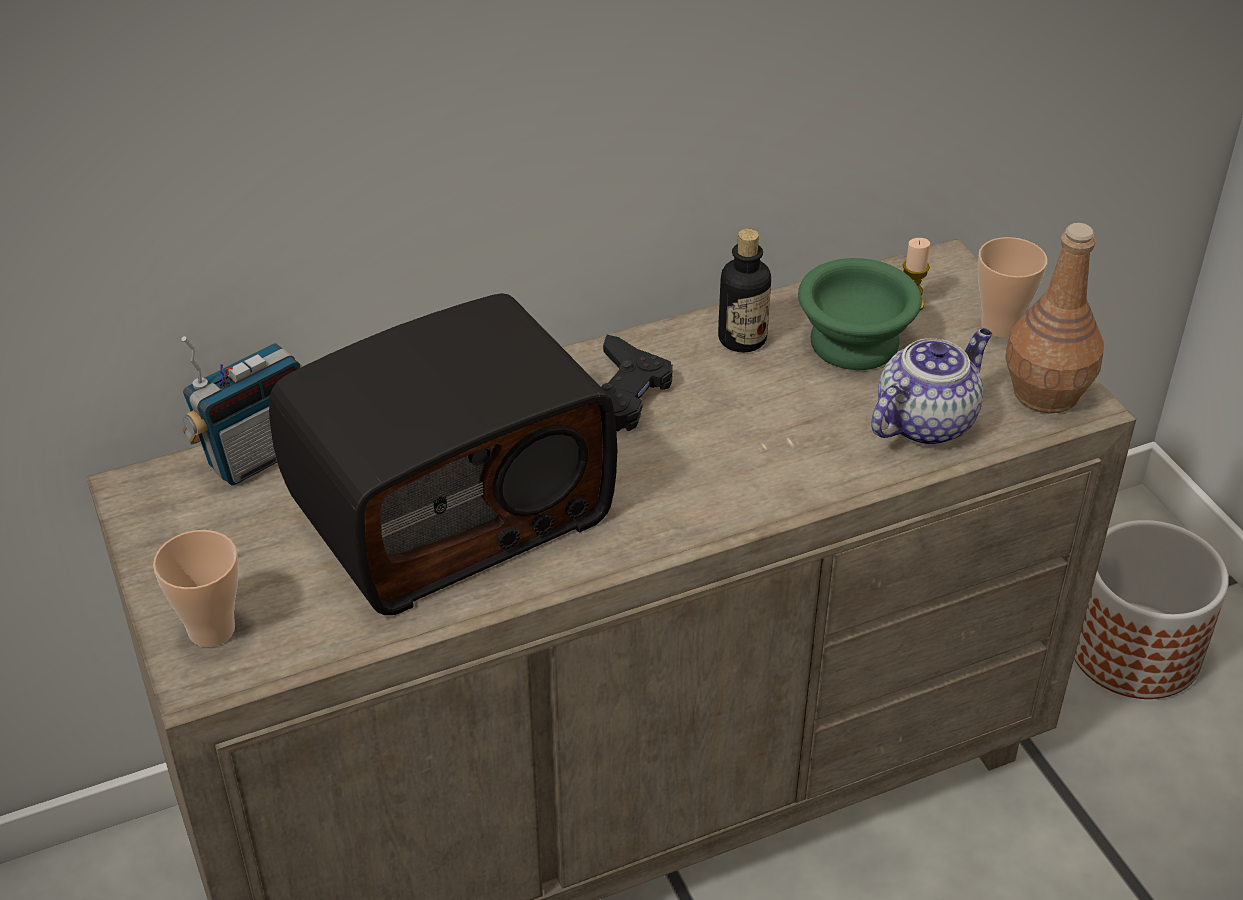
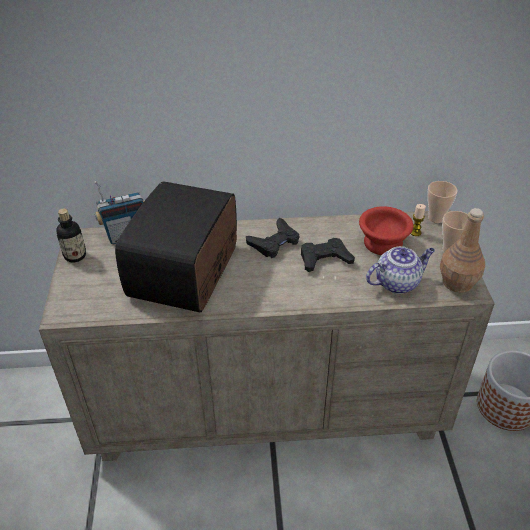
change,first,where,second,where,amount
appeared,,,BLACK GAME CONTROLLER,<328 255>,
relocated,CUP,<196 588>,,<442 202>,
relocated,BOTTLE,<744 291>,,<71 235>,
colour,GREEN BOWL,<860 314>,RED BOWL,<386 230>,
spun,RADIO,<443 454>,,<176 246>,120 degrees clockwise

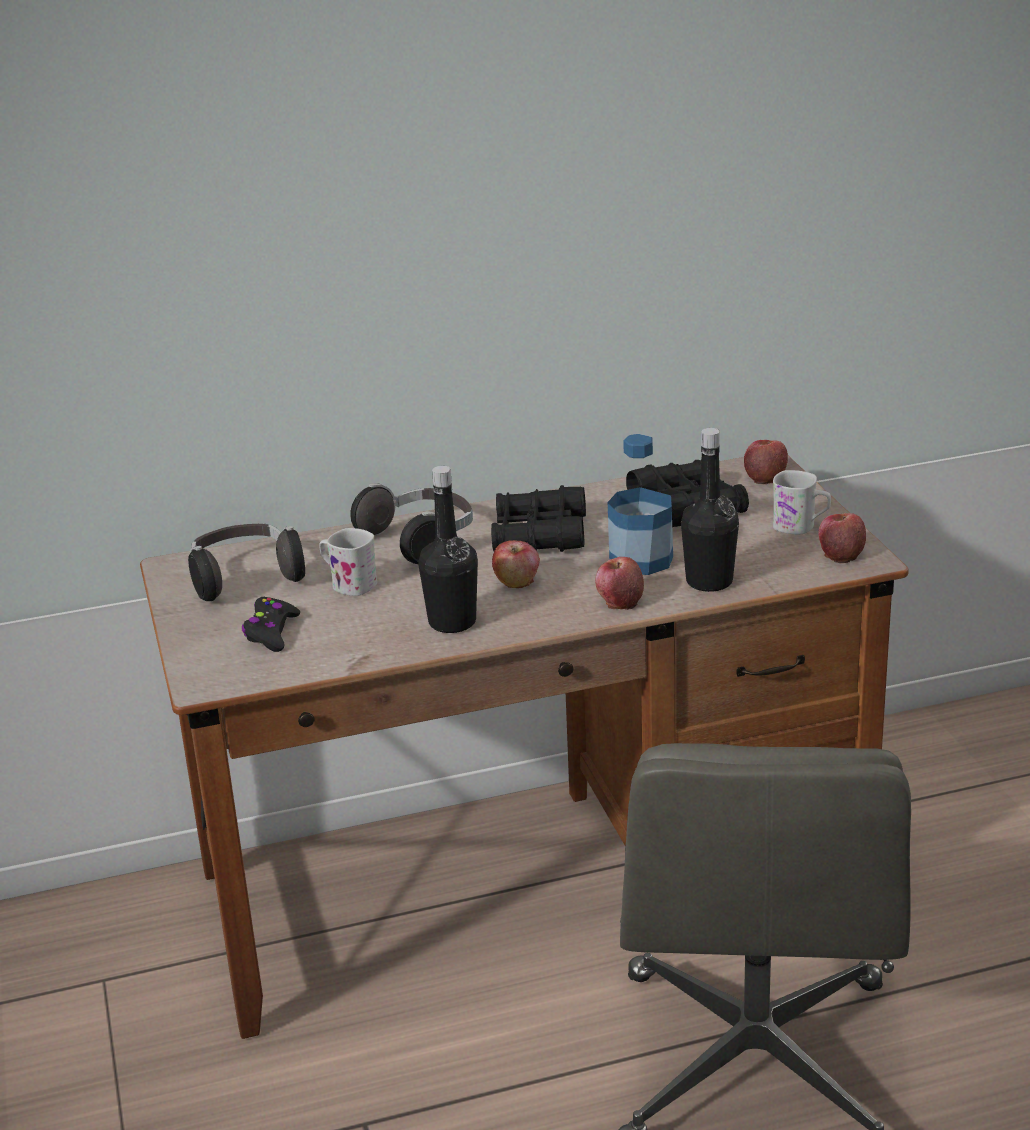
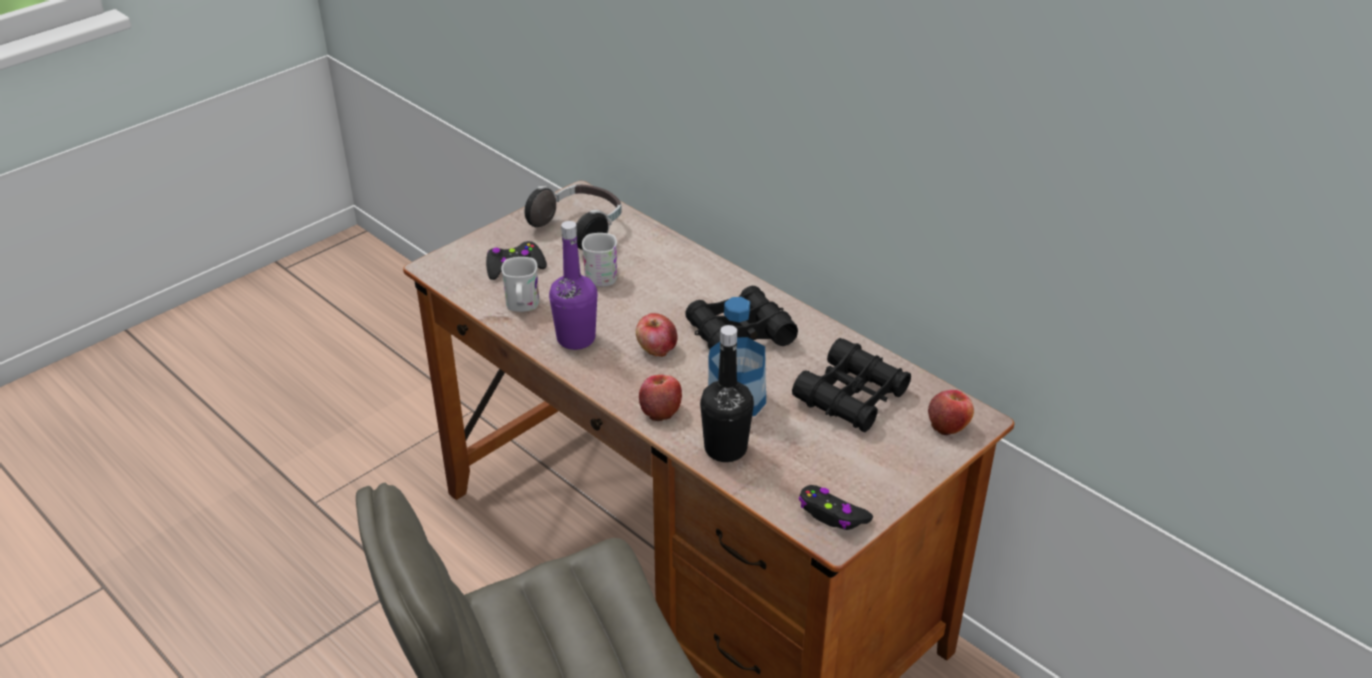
change,first,where,second,where,amount
missing,HEADPHONES,<411 523>,,,
relocated,WHITE MUG,<802 502>,,<520 284>,
exchanged,APPLE,<842 538>,BLACK GAME CONTROLLER,<836 507>,
colour,BLACK BOTTLE,<448 549>,PURPLE BOTTLE,<573 285>,

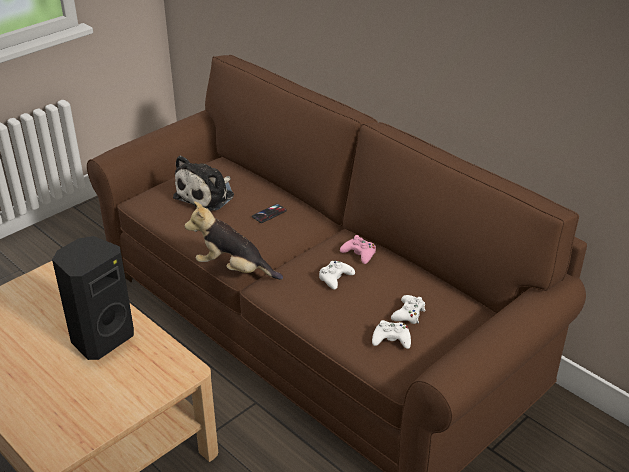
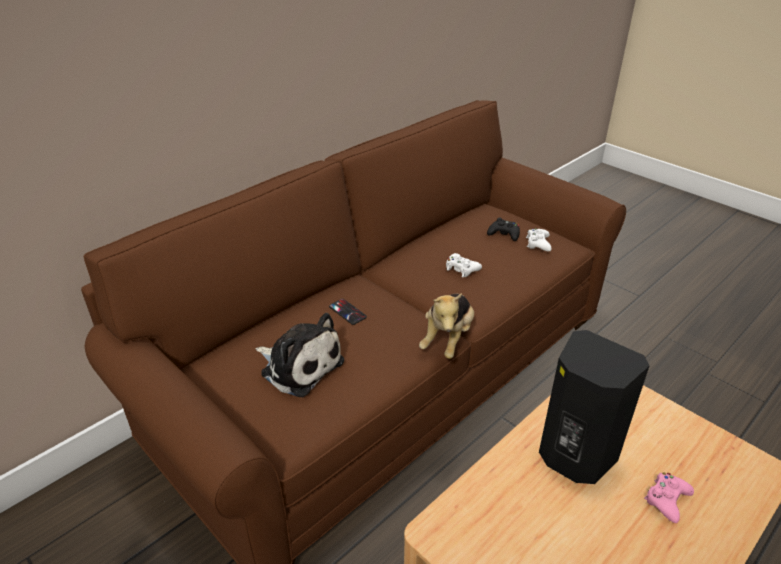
change,first,where,second,where,amount
relocated,PINK GAME CONTROLLER,<358 249>,,<669 497>,
colour,WHITE GAME CONTROLLER,<408 309>,BLACK GAME CONTROLLER,<503 229>,

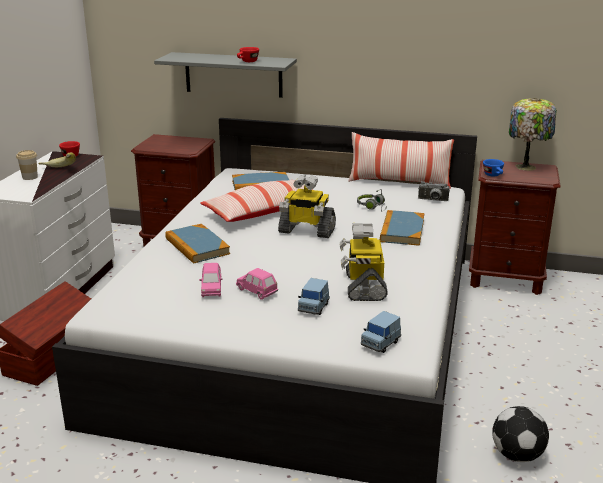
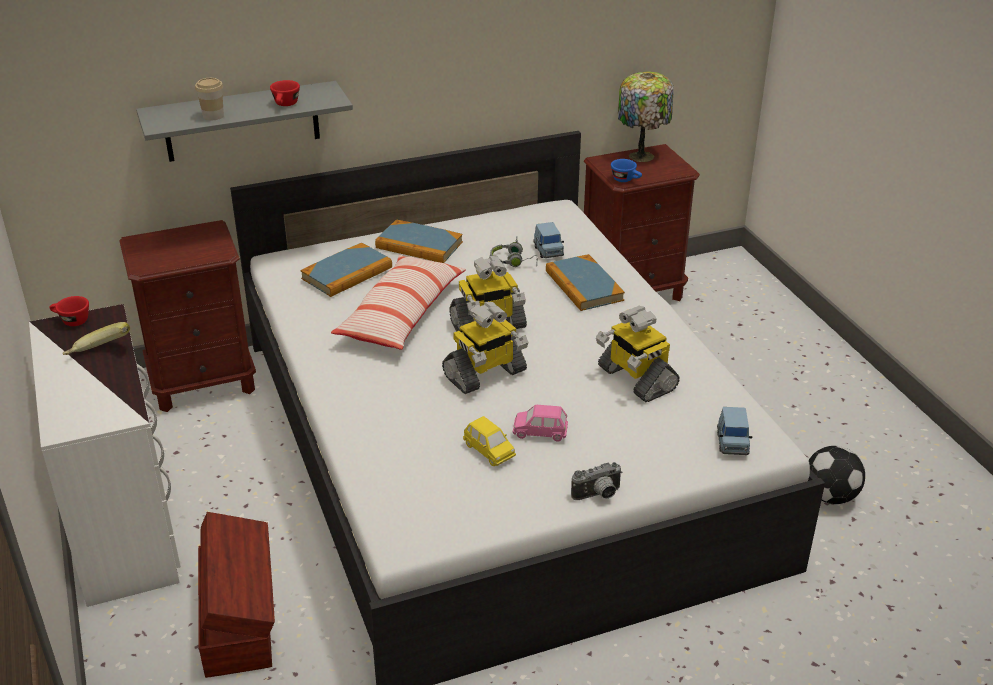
change,first,where,second,where,amount
missing,PILLOW,<401 160>,,,
appeared,,,TOY ROBOT,<485 348>,
relocated,CUP,<27 165>,,<209 99>,
relocated,BOOK,<197 244>,,<419 241>,
relocated,BLUE TOY CAR,<314 296>,,<548 240>,
relocated,PHOTO CAMERA,<434 191>,,<597 481>,
colour,PINK TOY CAR,<211 280>,YELLOW TOY CAR,<489 441>,

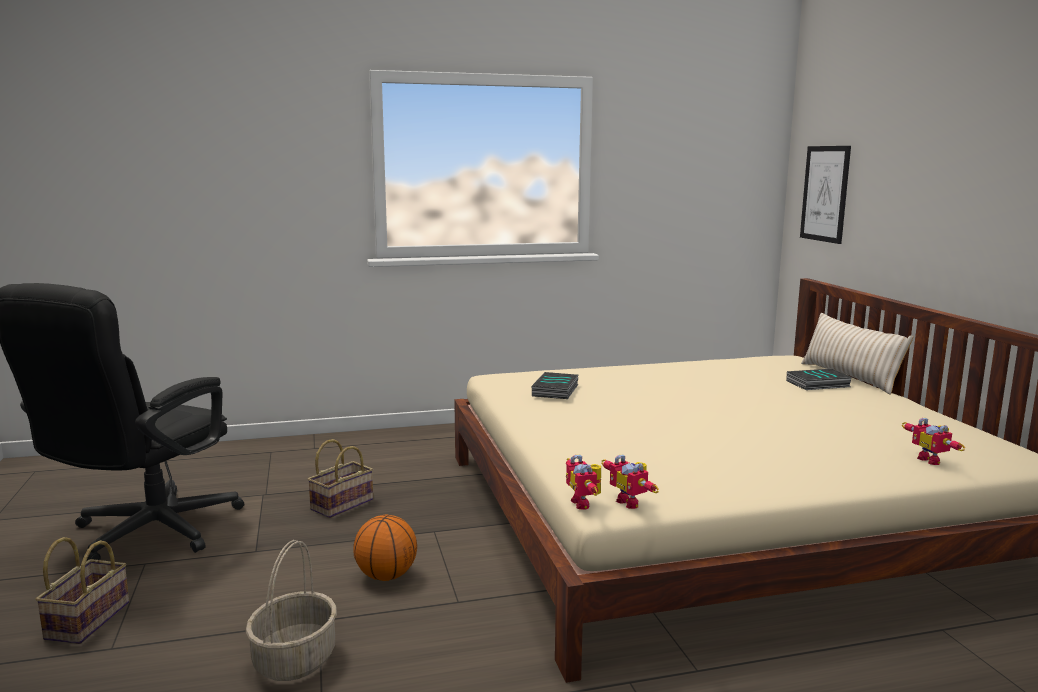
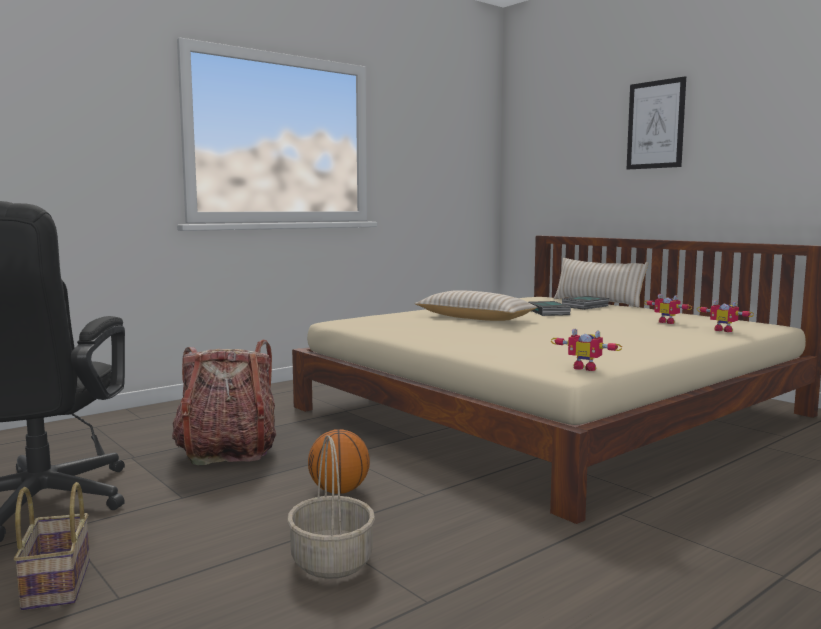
change,first,where,second,where,amount
appeared,,,BEIGE PILLOW,<476 305>,
relocated,BOOK,<555 385>,,<549 308>,
relocated,TOY ROBOT,<583 482>,,<668 309>,
relocated,PICTURE,<825 195>,,<656 123>,
exchanged,BASKET,<340 478>,BACKPACK,<224 402>,

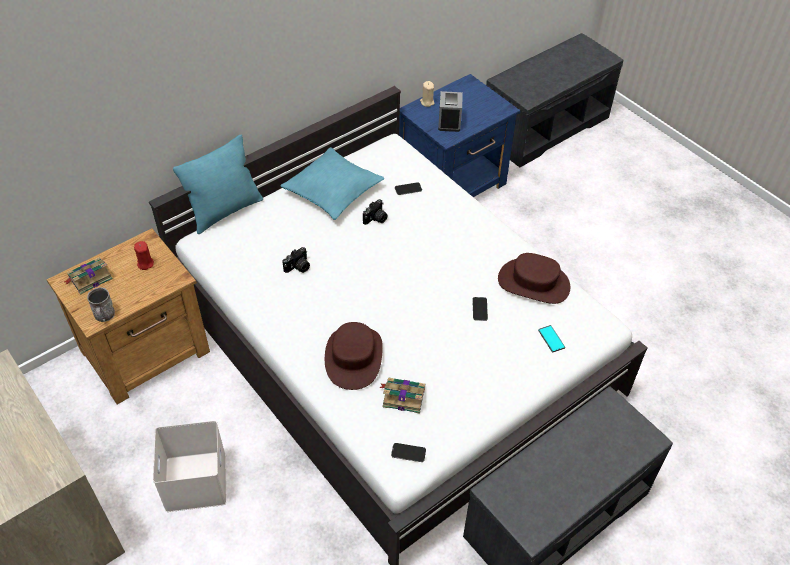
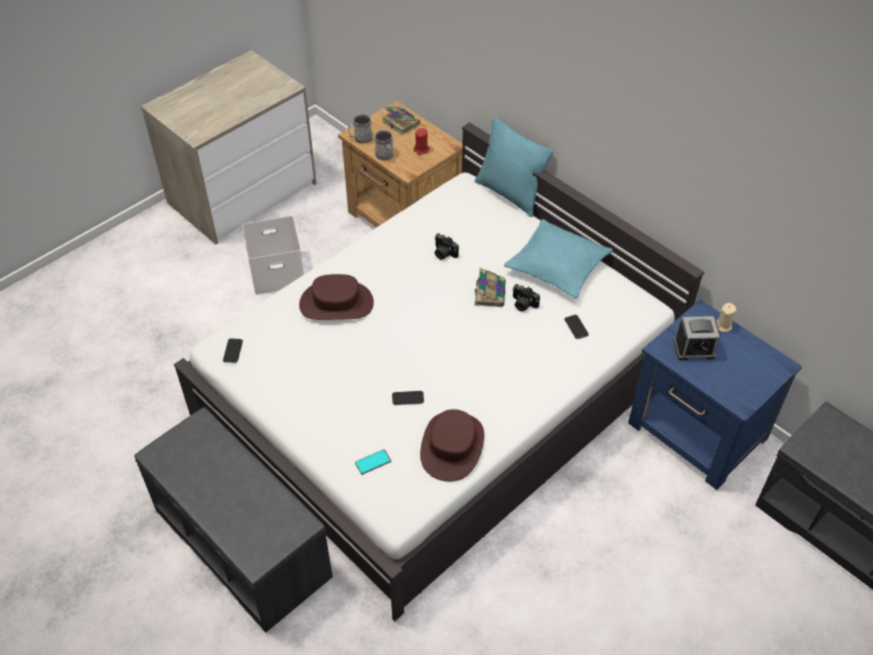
change,first,where,second,where,amount
appeared,,,GREY MUG,<383 145>,
relocated,BOOK,<402 395>,,<490 287>,

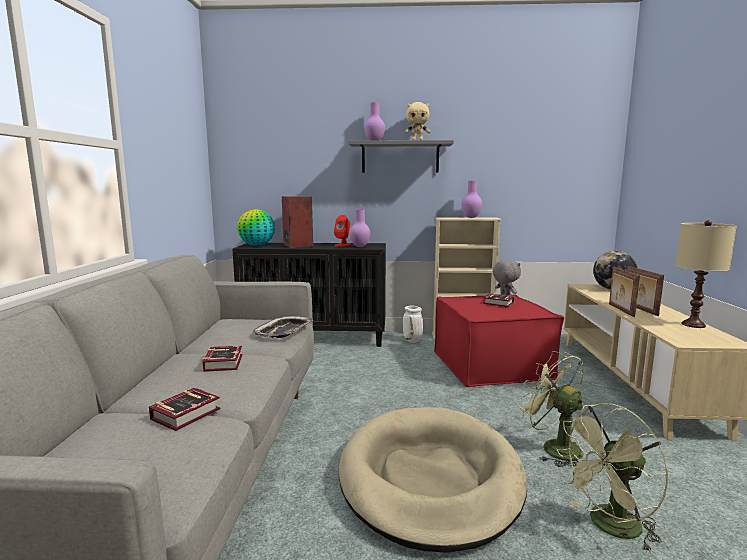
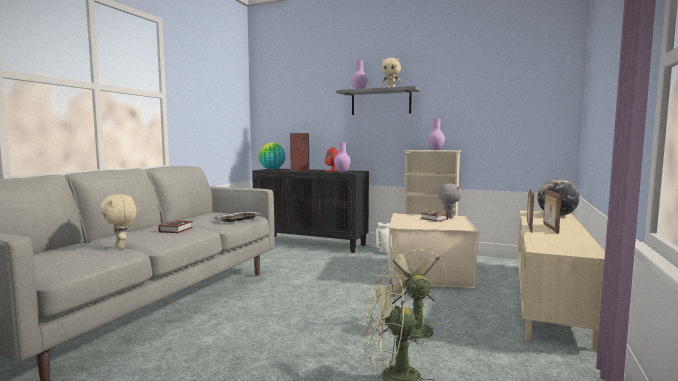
change,first,where,second,where,amount
missing,BEIGE DOG BED,<433 480>,,,
missing,BEIGE TABLE LAMP,<706 274>,,,
exchanged,BOOK,<185 409>,BEIGE PLUSH TOY,<118 221>,
colour,RED OTTOMAN,<499 340>,BEIGE OTTOMAN,<433 251>,

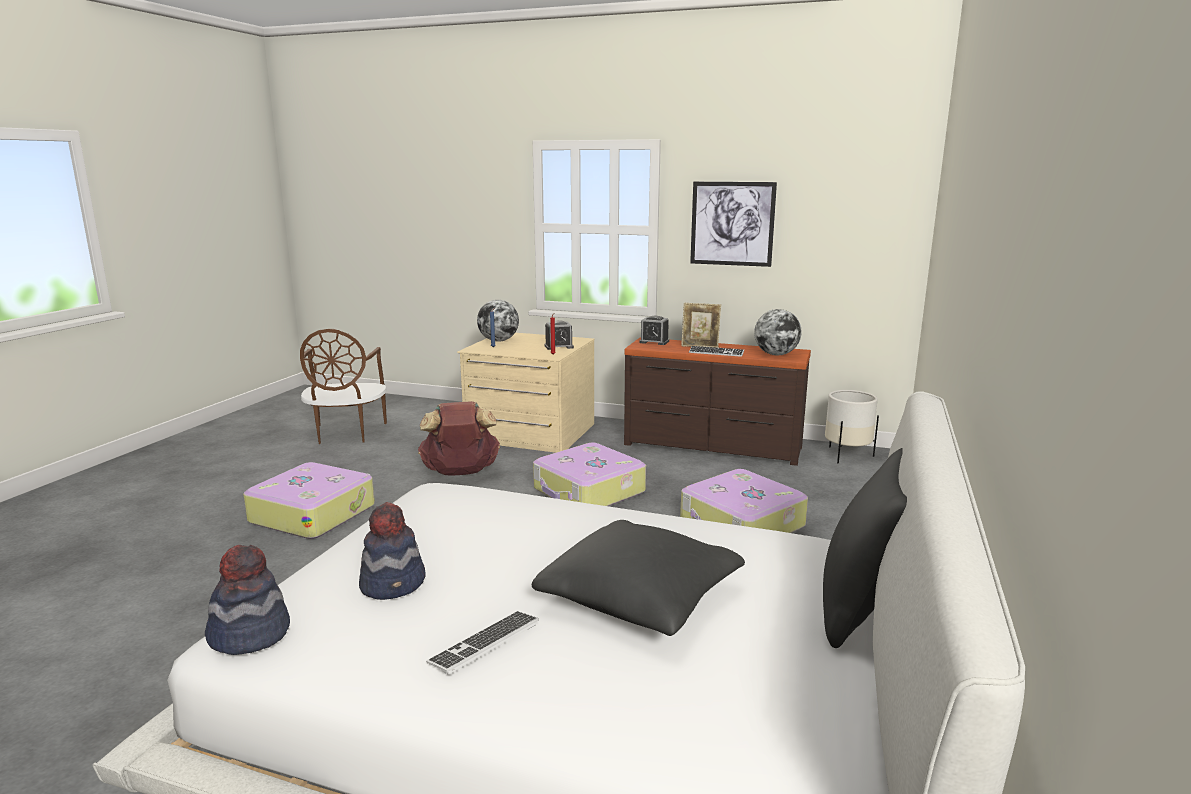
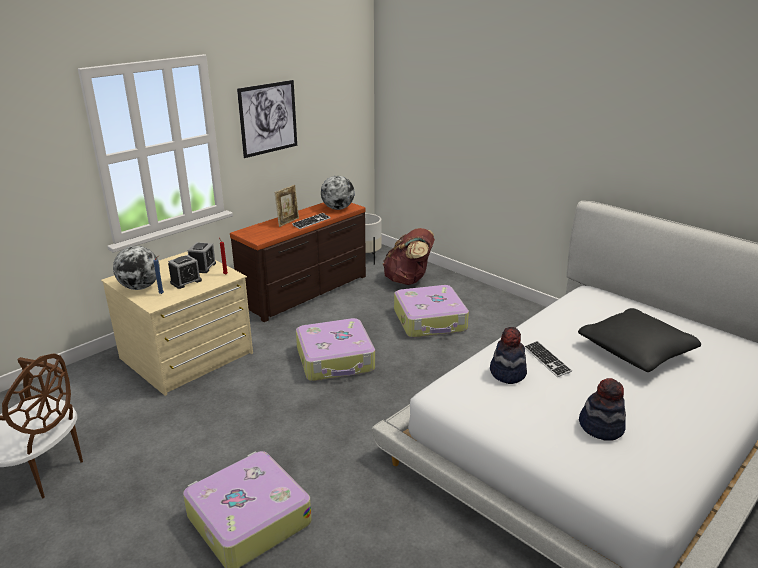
change,first,where,second,where,amount
missing,BLACK PILLOW,<865 548>,,,
relocated,HAT,<247 600>,,<508 355>,
relocated,BROWN BACKPACK,<459 438>,,<409 256>,
relocated,KEYBOARD,<482 643>,,<548 359>,
relocated,ALARM CLOCK,<654 330>,,<185 272>,

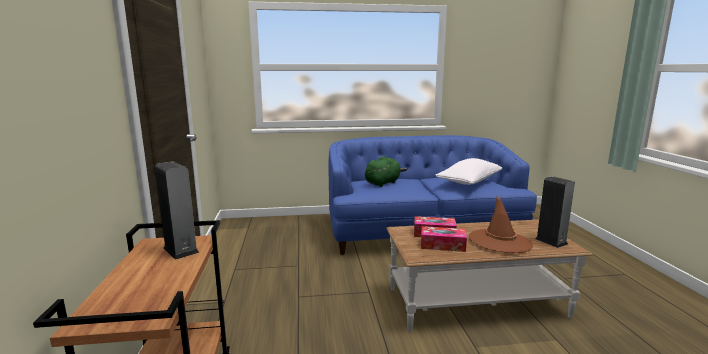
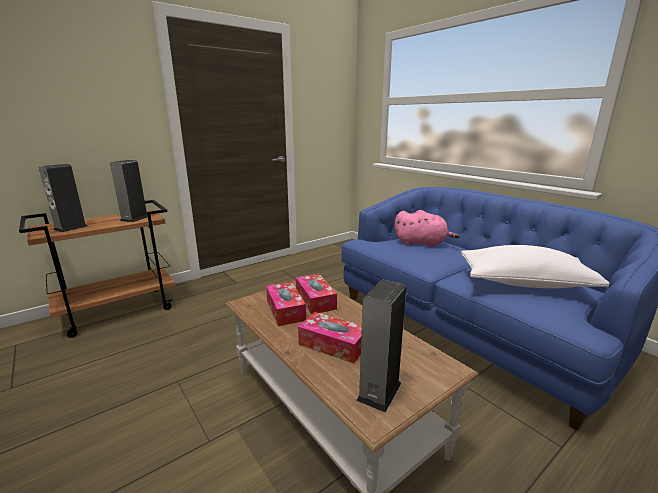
change,first,where,second,where,amount
appeared,,,SPEAKER,<63 198>,
exchanged,BROWN HAT,<501 224>,TISSUE BOX,<330 337>,
colour,GREEN PLUSH TOY,<386 171>,PINK PLUSH TOY,<427 228>,

